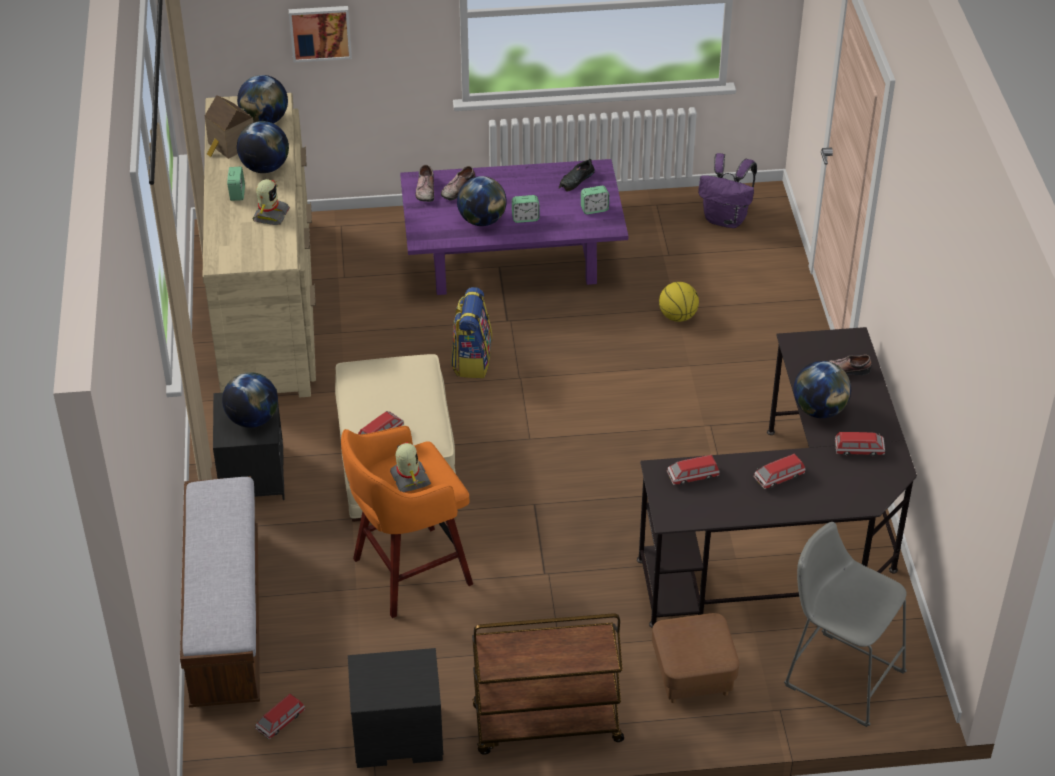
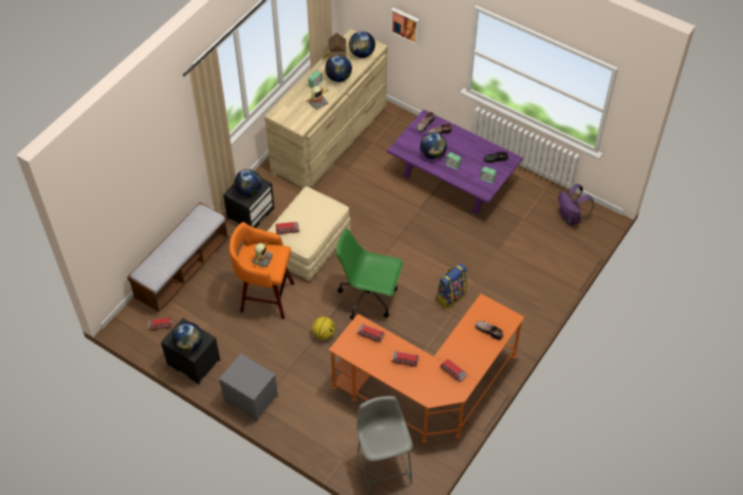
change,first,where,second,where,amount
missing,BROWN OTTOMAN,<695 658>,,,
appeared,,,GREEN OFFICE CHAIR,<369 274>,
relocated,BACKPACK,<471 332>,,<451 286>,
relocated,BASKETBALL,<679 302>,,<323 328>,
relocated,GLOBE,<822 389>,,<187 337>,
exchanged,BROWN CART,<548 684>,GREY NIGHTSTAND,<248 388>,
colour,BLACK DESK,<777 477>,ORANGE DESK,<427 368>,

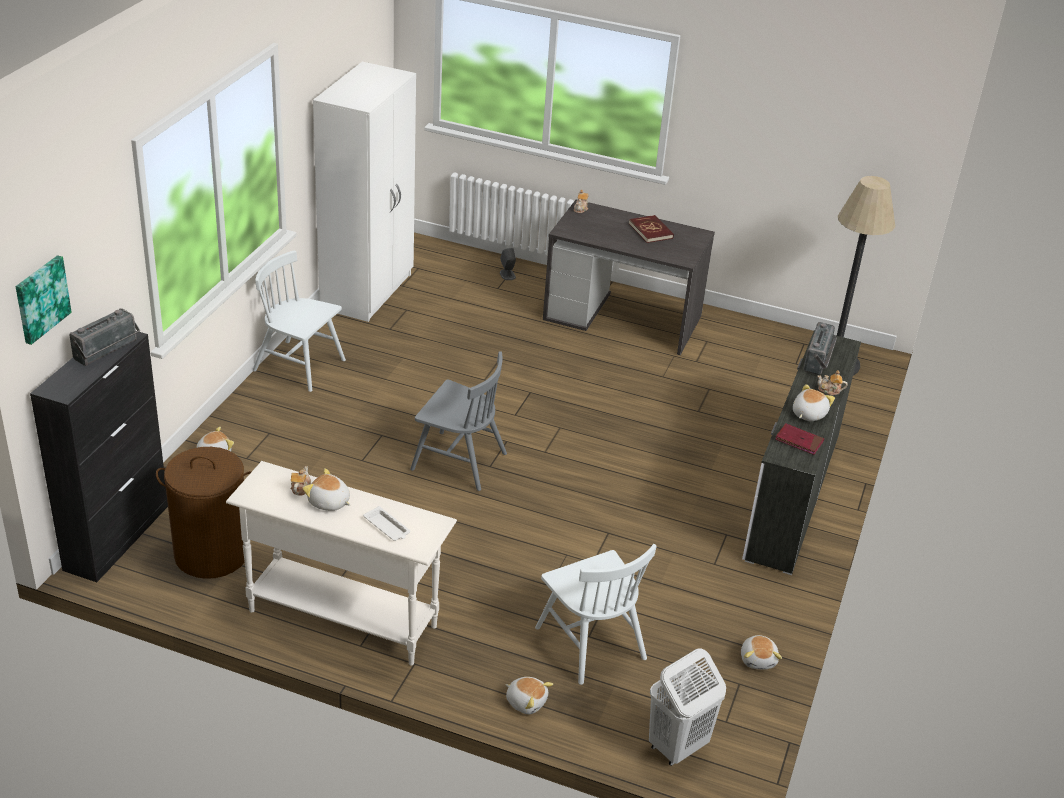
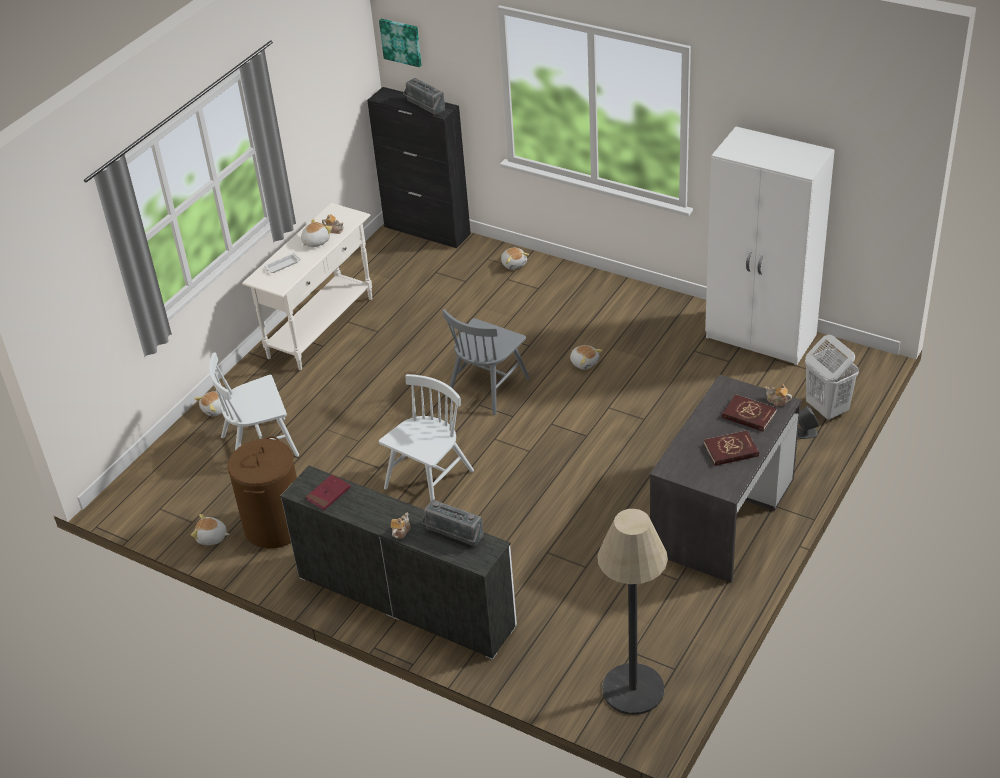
change,first,where,second,where,amount
appeared,,,RED BOOK,<749 413>,
relocated,BROWN LAUNDRY BASKET,<204 513>,,<262 492>,
relocated,WHITE CHAIR,<299 321>,,<426 437>,
relocated,WHITE LAUNDRY BASKET,<687 707>,,<832 377>,
relocated,PLUSH TOY,<814 402>,,<586 357>,

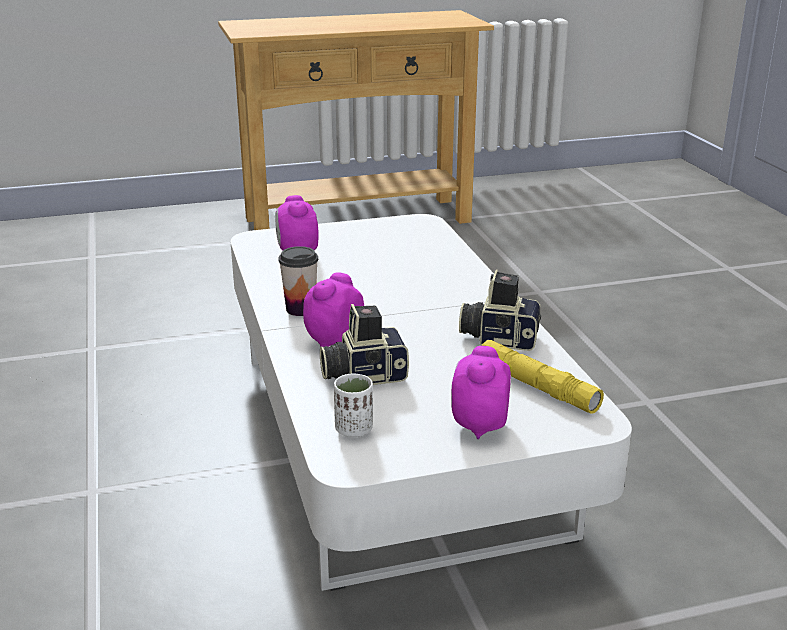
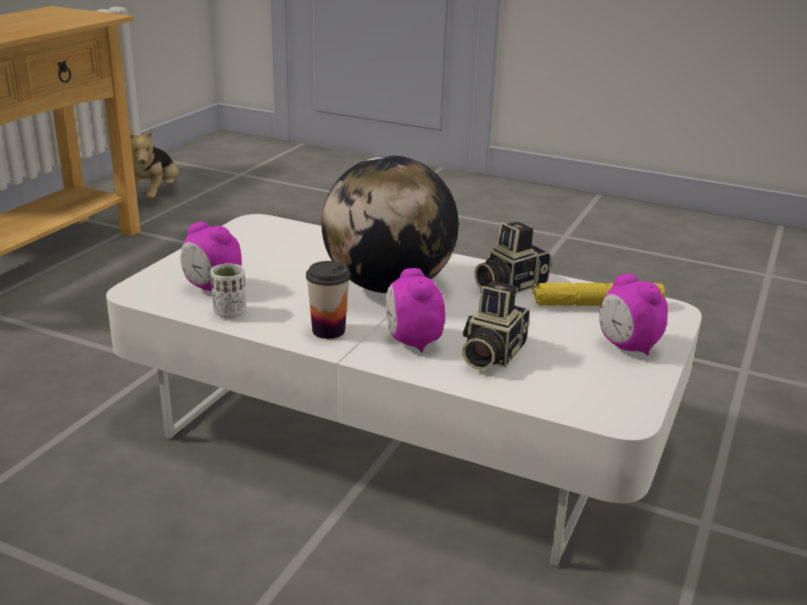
change,first,where,second,where,amount
appeared,,,PLUSH TOY,<154 164>,
appeared,,,GLOBE,<390 224>,
relocated,WHITE CUP,<353 406>,,<228 290>,

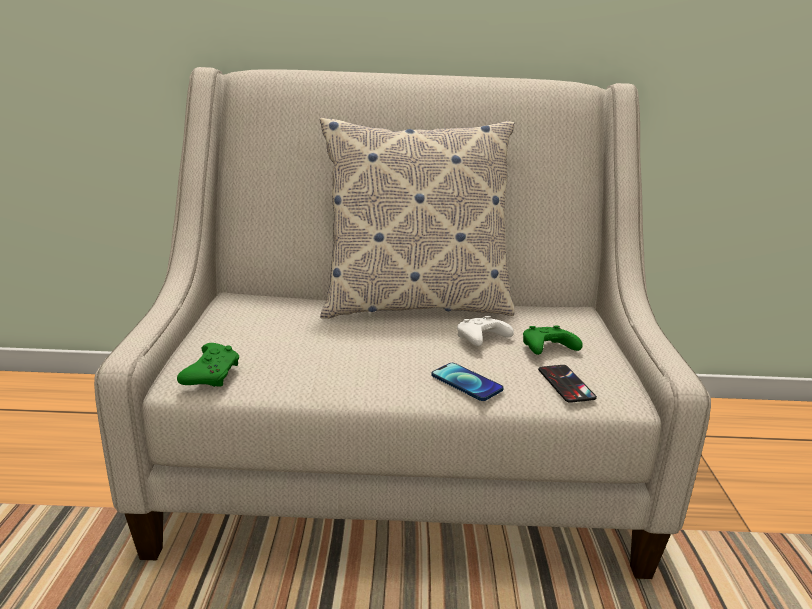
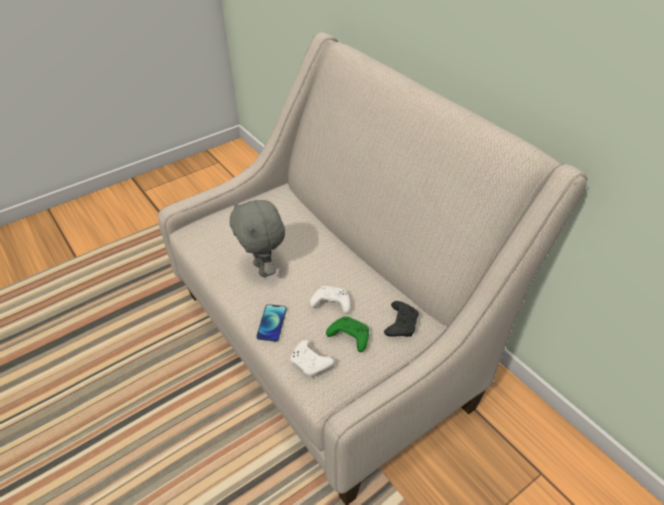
change,first,where,second,where,amount
missing,GREEN GAME CONTROLLER,<208 365>,,,
missing,PILLOW,<417 218>,,,
appeared,,,GREY PLUSH TOY,<257 238>,
appeared,,,BLACK GAME CONTROLLER,<401 319>,
exchanged,PHONE,<567 384>,WHITE GAME CONTROLLER,<312 359>,

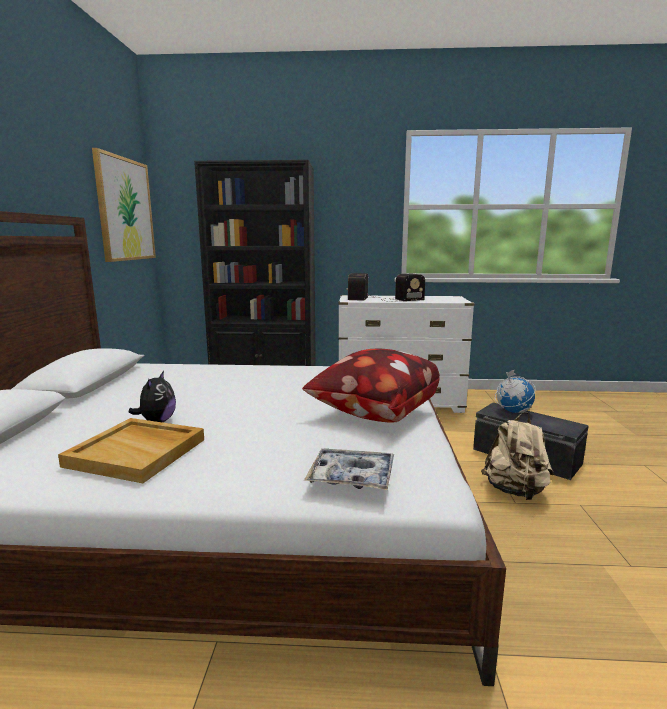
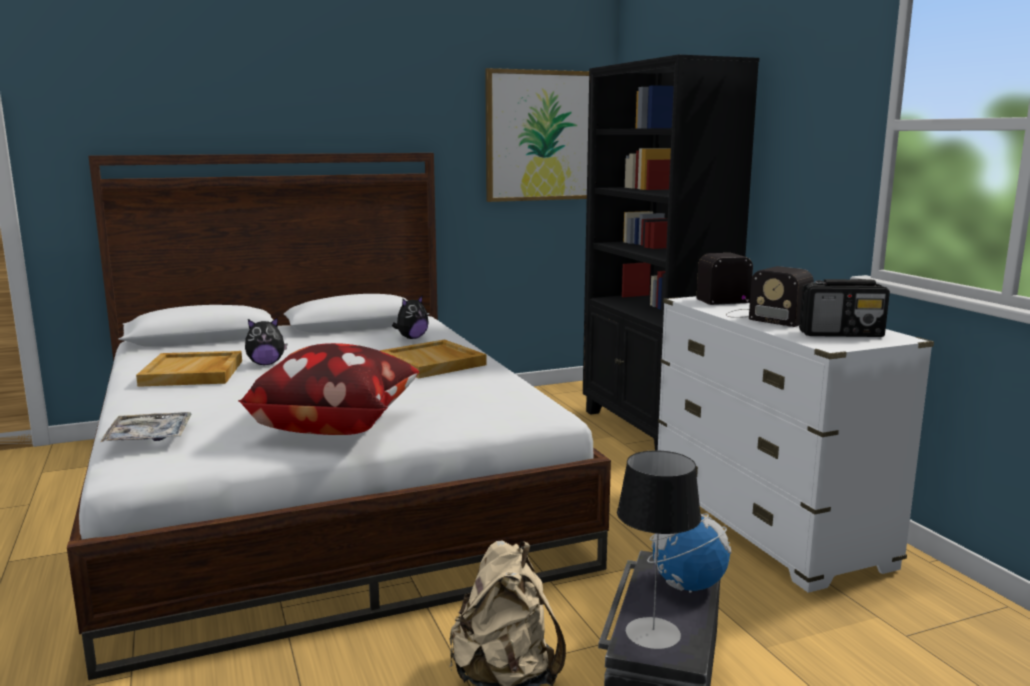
change,first,where,second,where,amount
appeared,,,BEIGE TRAY,<433 358>,
appeared,,,PLUSH TOY,<410 317>,
appeared,,,TABLE LAMP,<659 549>,
appeared,,,RADIO,<844 308>,

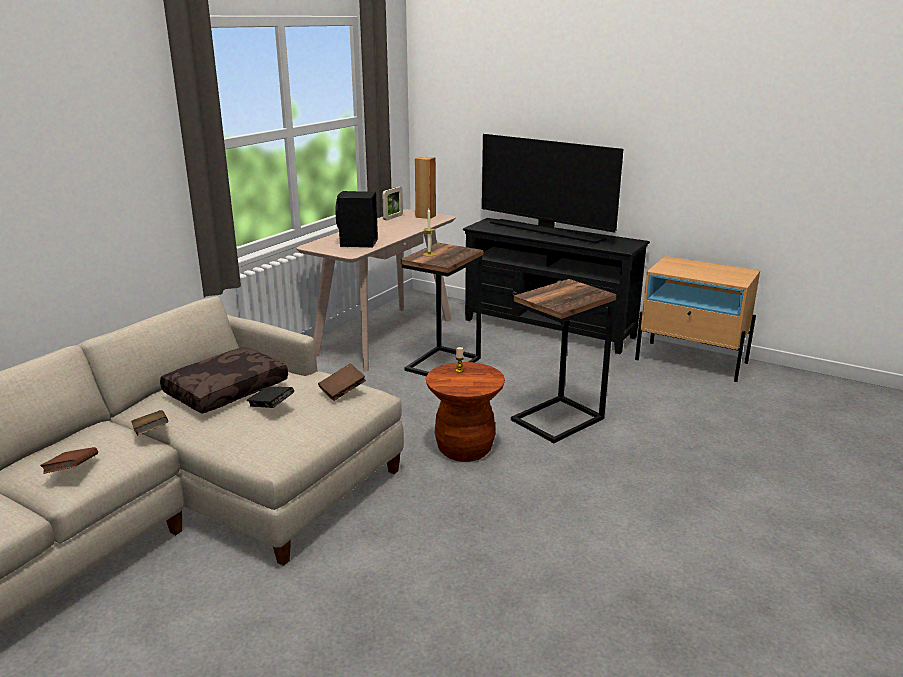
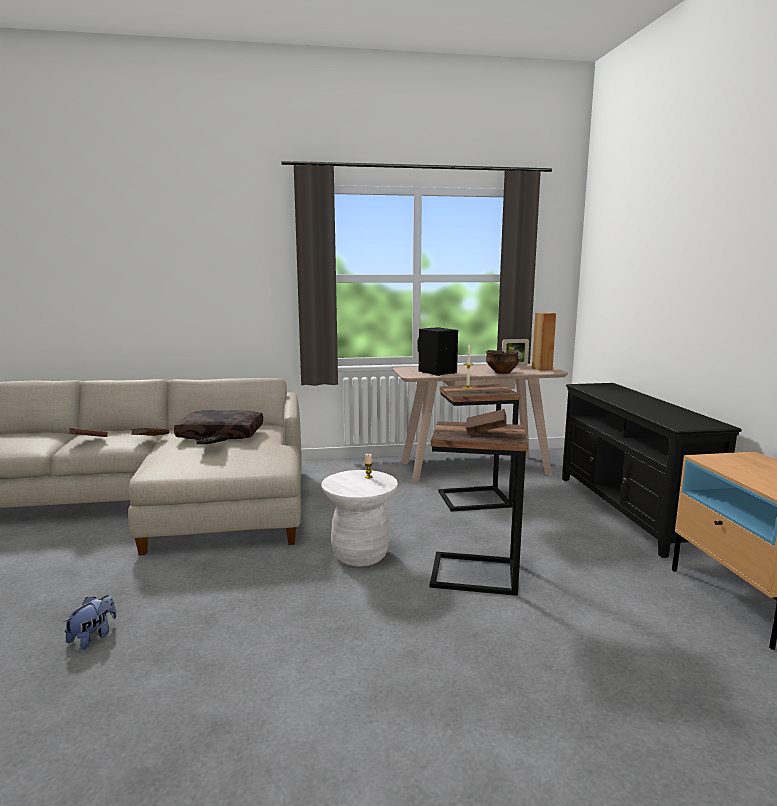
change,first,where,second,where,amount
missing,TELEVISION,<552 188>,,,
appeared,,,PLUSH TOY,<90 622>,
appeared,,,BOWL,<502 362>,
relocated,BROWN BOOK,<342 382>,,<486 421>,
colour,BROWN STOOL,<465 412>,WHITE STOOL,<360 518>,

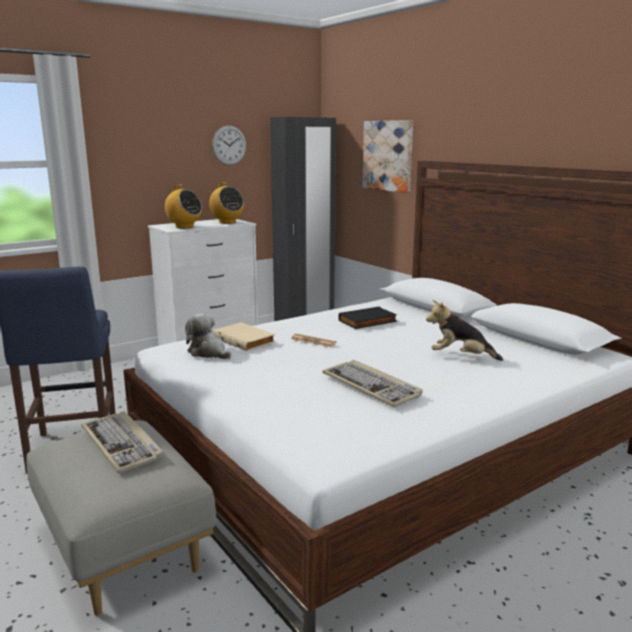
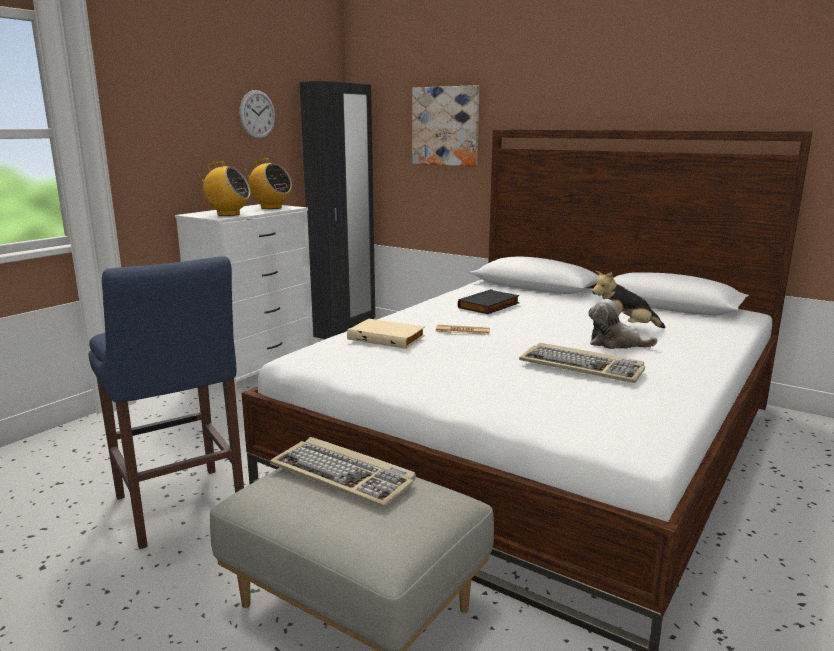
change,first,where,second,where,amount
relocated,PLUSH TOY,<208 336>,,<623 324>,

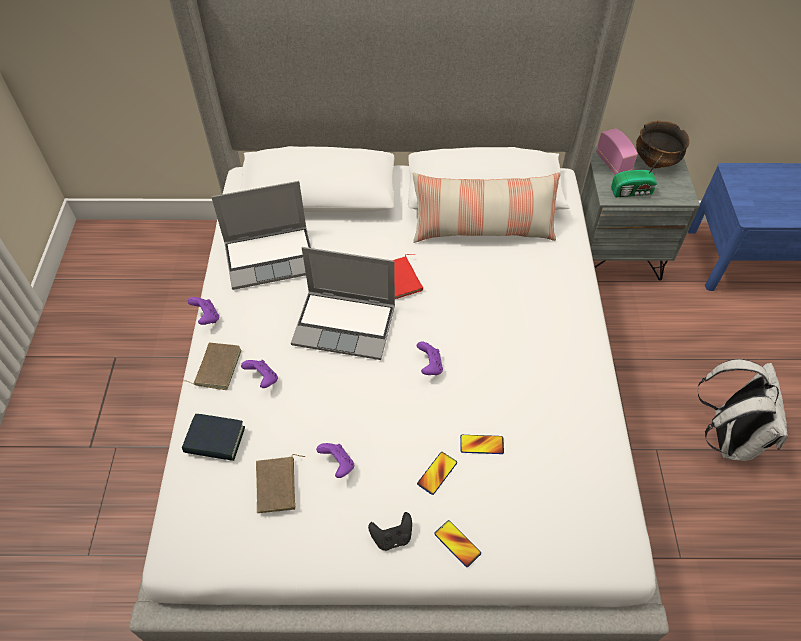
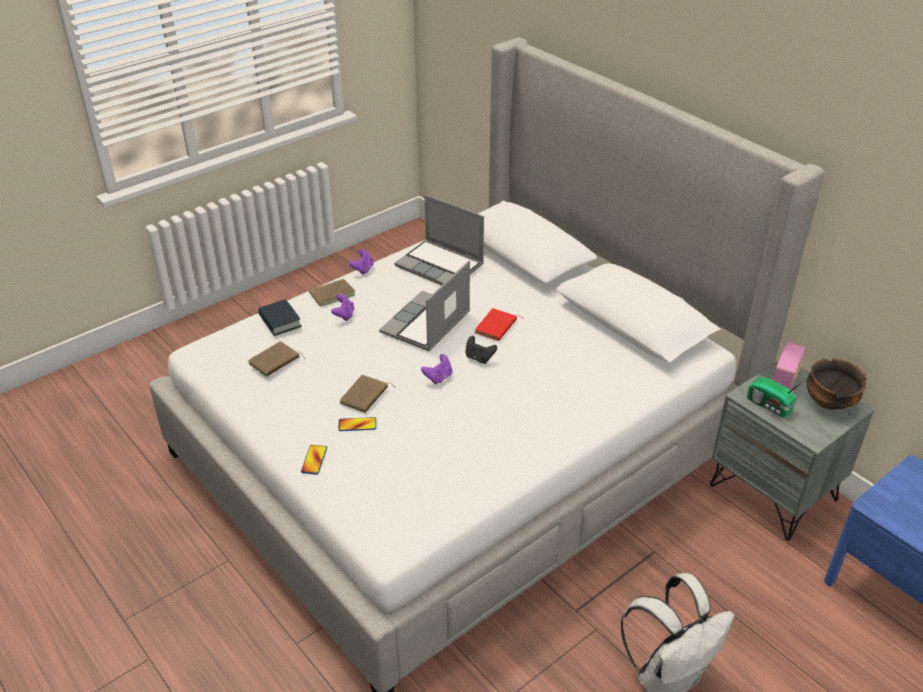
change,first,where,second,where,amount
missing,PURPLE GAME CONTROLLER,<335 460>,,,
missing,PILLOW,<486 207>,,,
missing,PHONE,<482 444>,,,
appeared,,,BROWN BOOK,<368 394>,
relocated,BLACK GAME CONTROLLER,<390 531>,,<481 350>,
spun,LAPTOP,<343 303>,,<424 306>,60 degrees clockwise

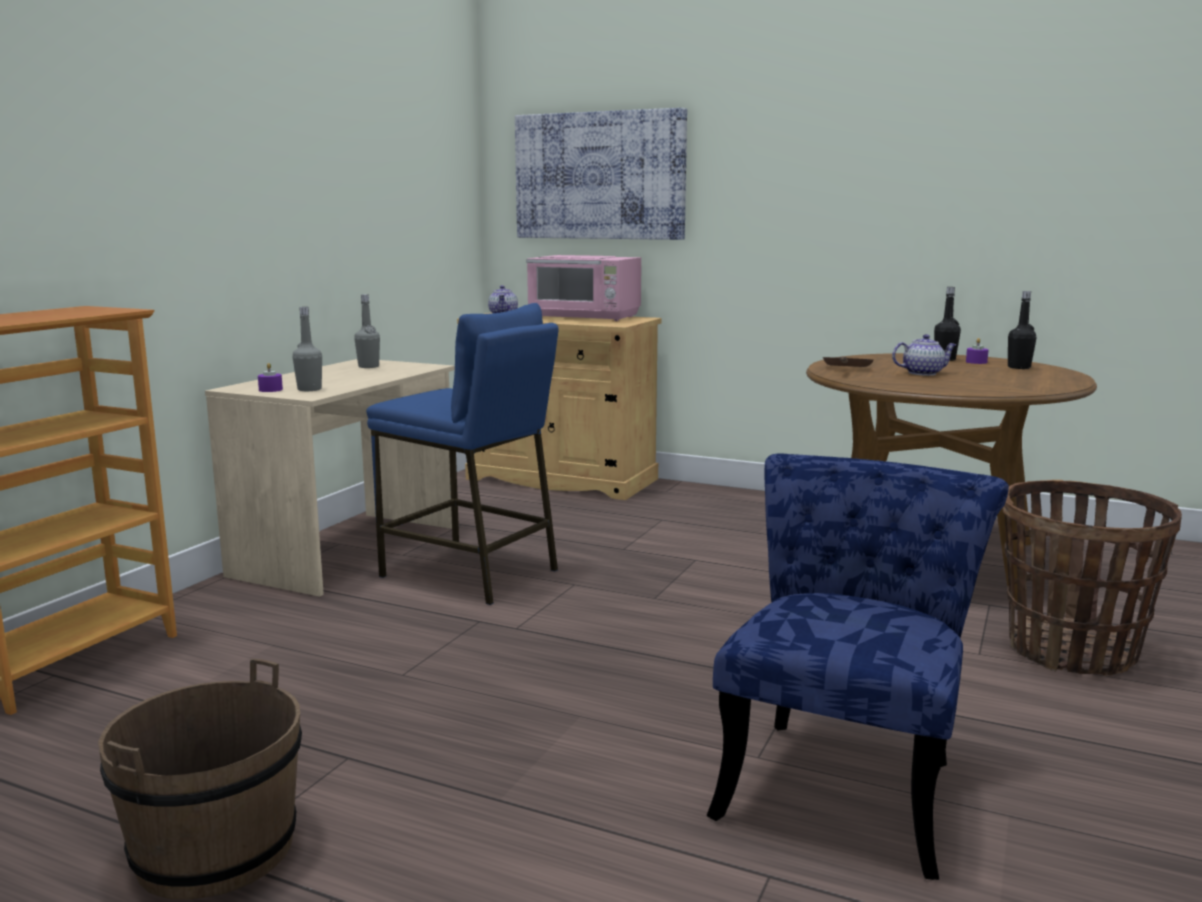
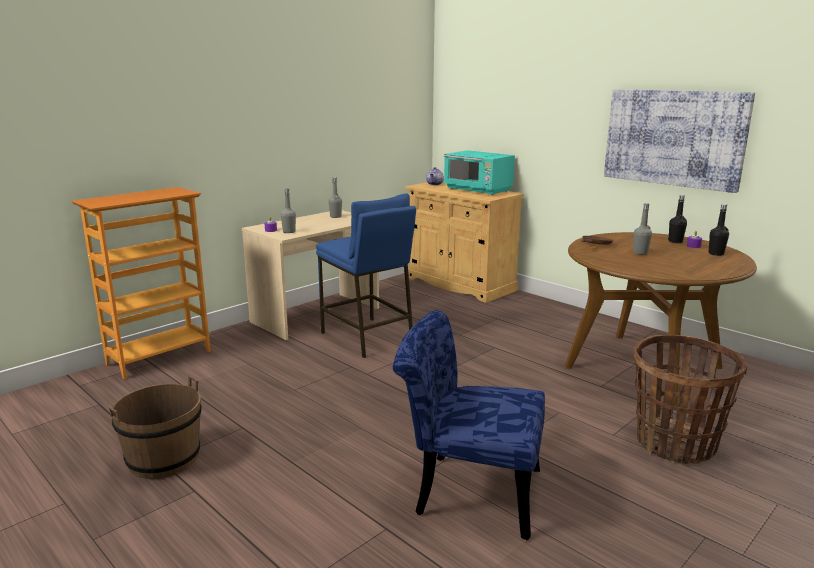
change,first,where,second,where,amount
relocated,PICTURE,<601 174>,,<679 141>,
exchanged,TEAPOT,<924 355>,GREY BOTTLE,<642 229>,
colour,PINK MICROWAVE,<583 288>,TURQUOISE MICROWAVE,<479 172>,
spun,BLUE CHAIR,<857 666>,,<469 425>,120 degrees counterclockwise

